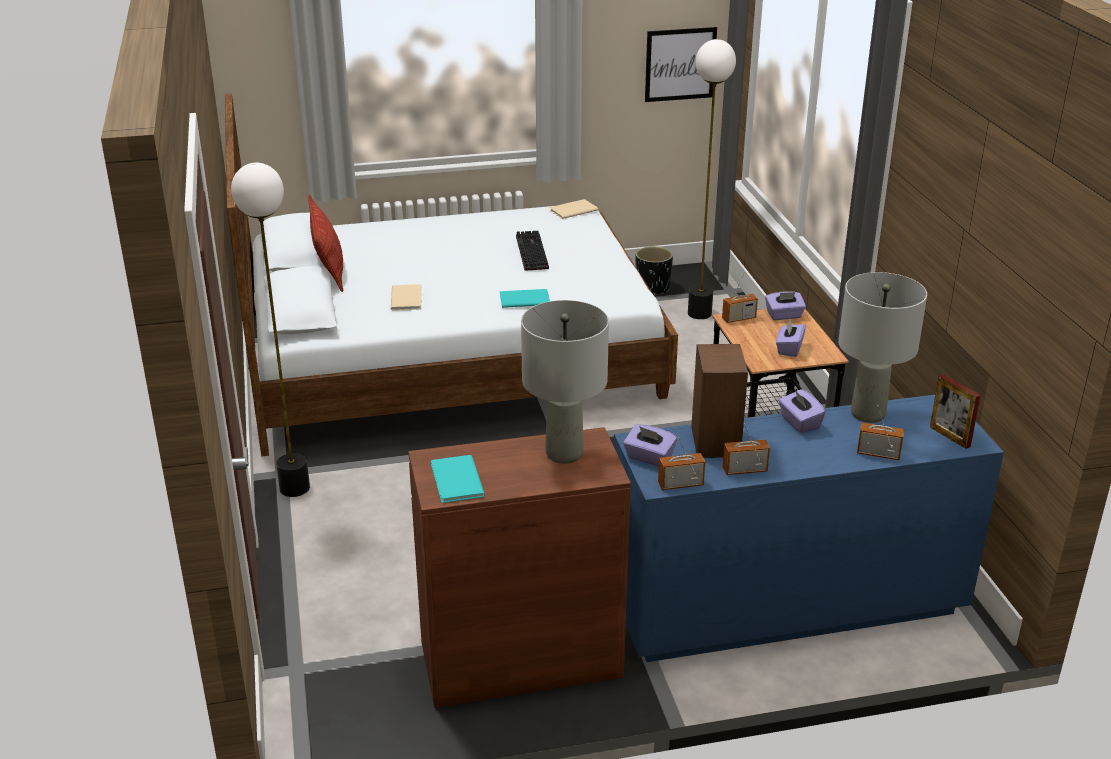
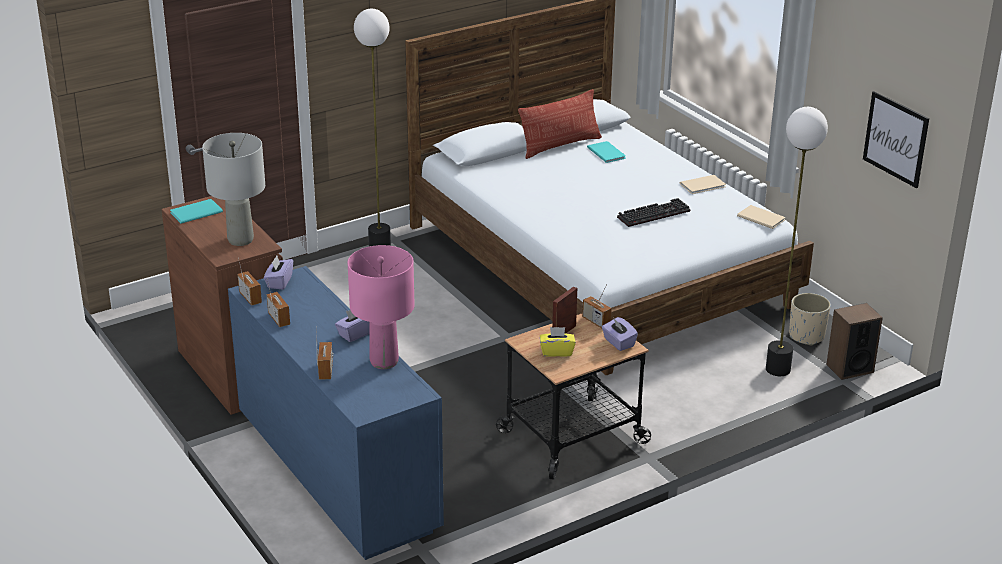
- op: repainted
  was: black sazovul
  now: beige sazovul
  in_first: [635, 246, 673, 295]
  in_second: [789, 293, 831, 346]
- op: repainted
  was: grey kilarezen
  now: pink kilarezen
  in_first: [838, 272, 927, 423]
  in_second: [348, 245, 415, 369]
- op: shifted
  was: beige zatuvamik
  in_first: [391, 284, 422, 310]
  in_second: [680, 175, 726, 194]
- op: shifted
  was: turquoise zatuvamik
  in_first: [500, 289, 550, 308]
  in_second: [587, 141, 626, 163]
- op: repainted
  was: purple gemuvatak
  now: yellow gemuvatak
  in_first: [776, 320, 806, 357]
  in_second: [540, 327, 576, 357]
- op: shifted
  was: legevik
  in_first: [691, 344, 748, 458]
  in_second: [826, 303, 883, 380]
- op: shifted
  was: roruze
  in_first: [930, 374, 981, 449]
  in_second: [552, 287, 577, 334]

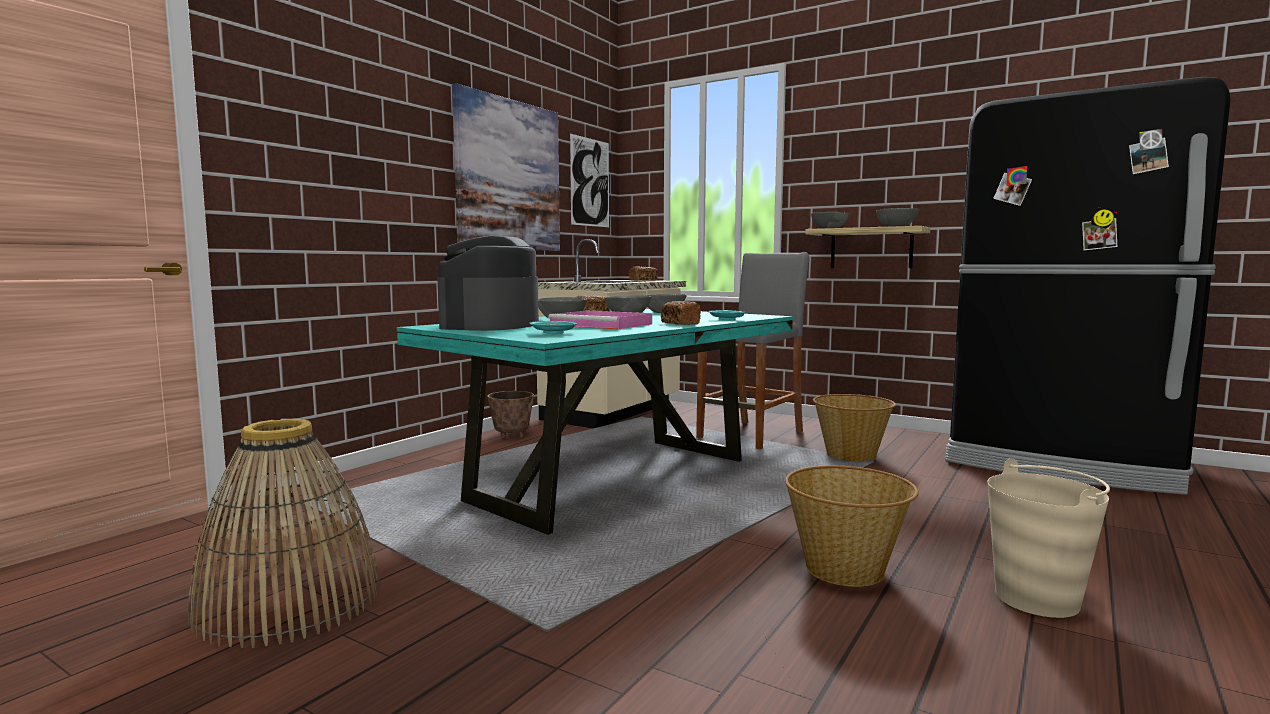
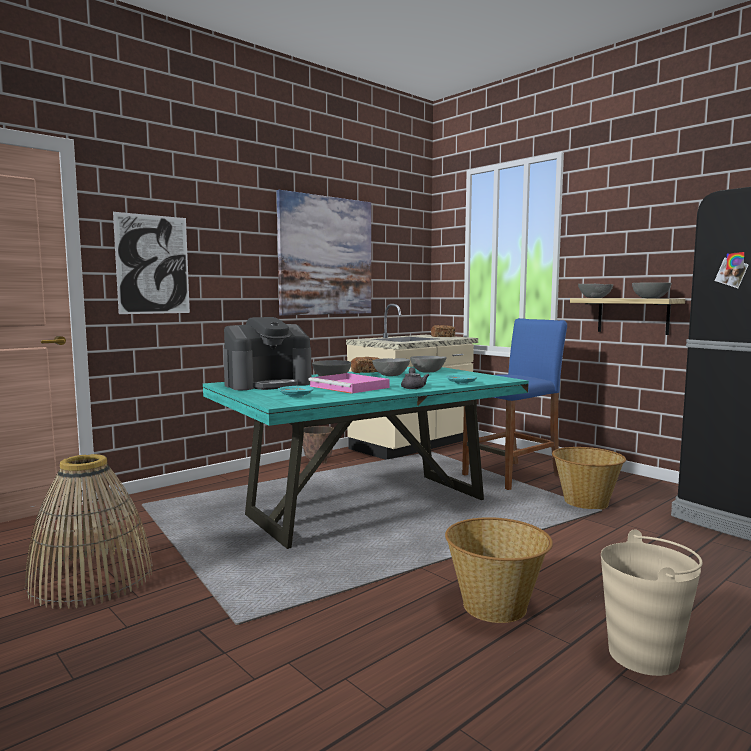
- op: shifted
  was: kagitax
  in_first: [570, 134, 609, 227]
  in_second: [113, 212, 190, 314]
- op: rotated
  was: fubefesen
  in_first: [437, 235, 539, 331]
  in_second: [223, 317, 312, 390]
  clockwise: -150
- op: repainted
  was: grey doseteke
  now: blue doseteke
  in_first: [696, 252, 809, 449]
  in_second: [462, 318, 567, 490]
- op: swapped
  was: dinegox
  now: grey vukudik
  in_first: [661, 301, 701, 325]
  in_second: [401, 367, 429, 389]

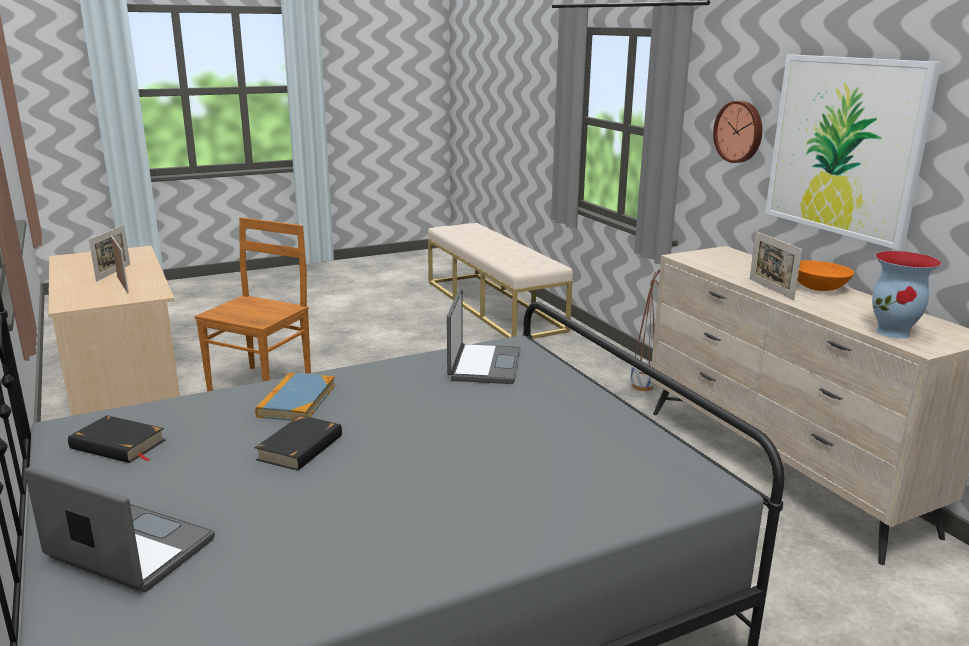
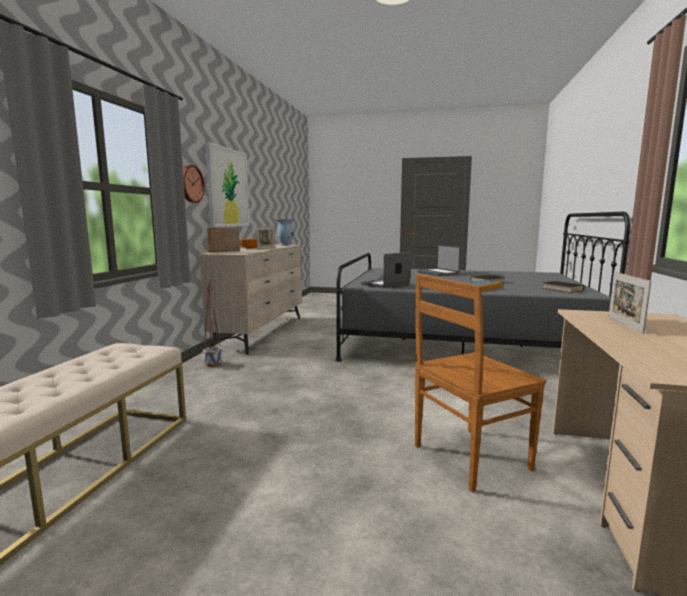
- op: shifted
  was: roruze
  in_first: [89, 225, 130, 282]
  in_second: [207, 227, 240, 253]
- op: shifted
  was: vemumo
  in_first: [25, 467, 215, 592]
  in_second: [418, 245, 461, 276]

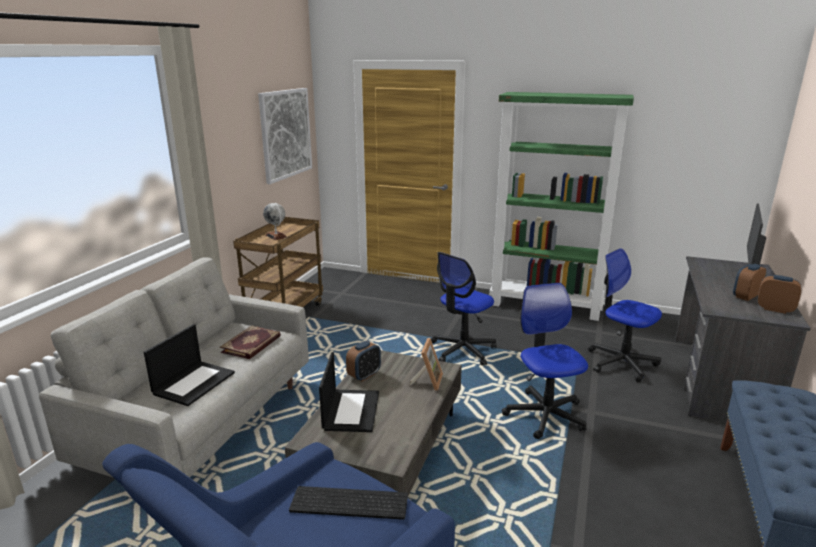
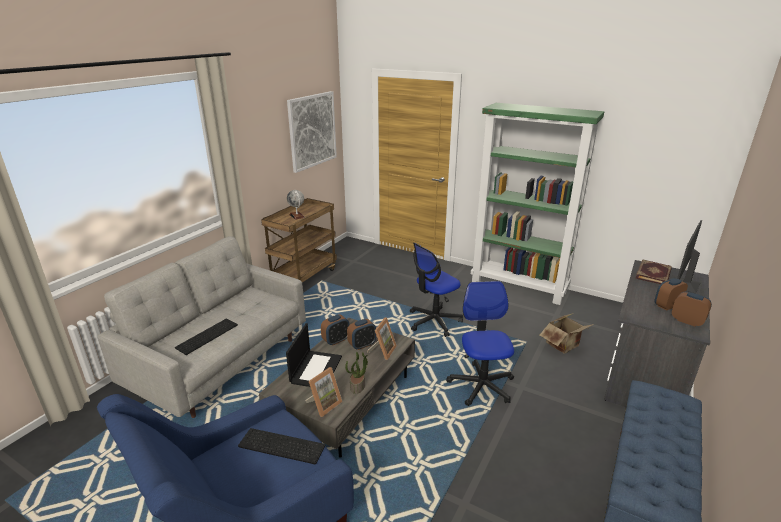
- op: swapped
  was: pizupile
  now: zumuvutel
  in_first: [588, 248, 662, 382]
  in_second: [540, 313, 594, 354]
- op: swapped
  was: vemumo
  now: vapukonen
  in_first: [144, 324, 235, 406]
  in_second: [175, 319, 238, 355]
- op: shifted
  was: zatuvamik
  in_first: [220, 326, 281, 359]
  in_second: [635, 259, 672, 284]
- op: new
  now: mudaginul
  in_second: [347, 319, 376, 350]
- op: new
  now: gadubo
  in_second: [345, 352, 369, 394]
- op: new
  now: roruze
  in_second: [305, 367, 342, 417]

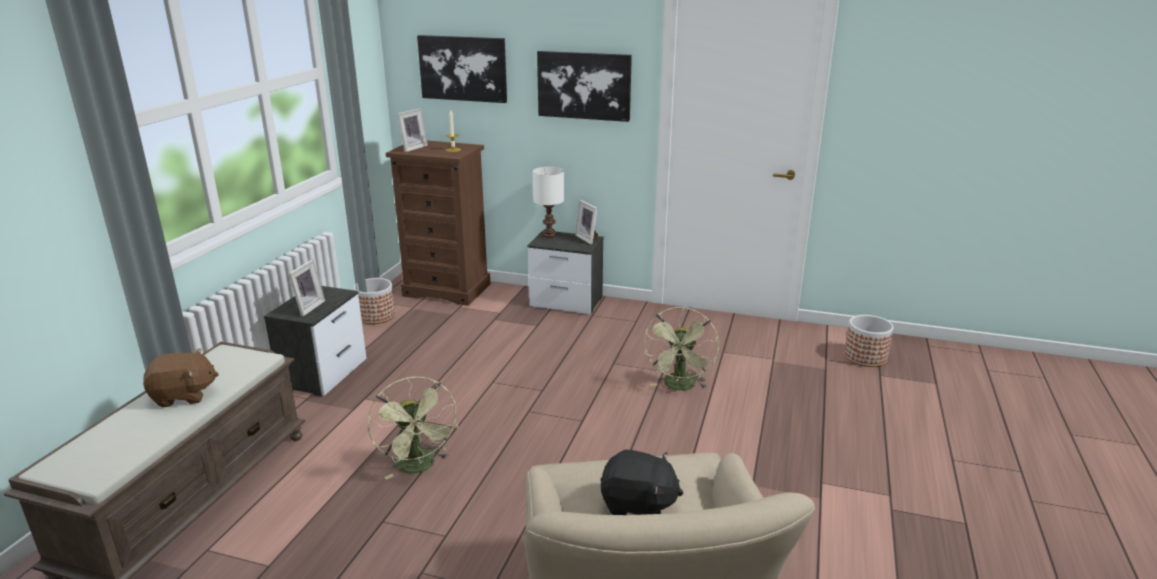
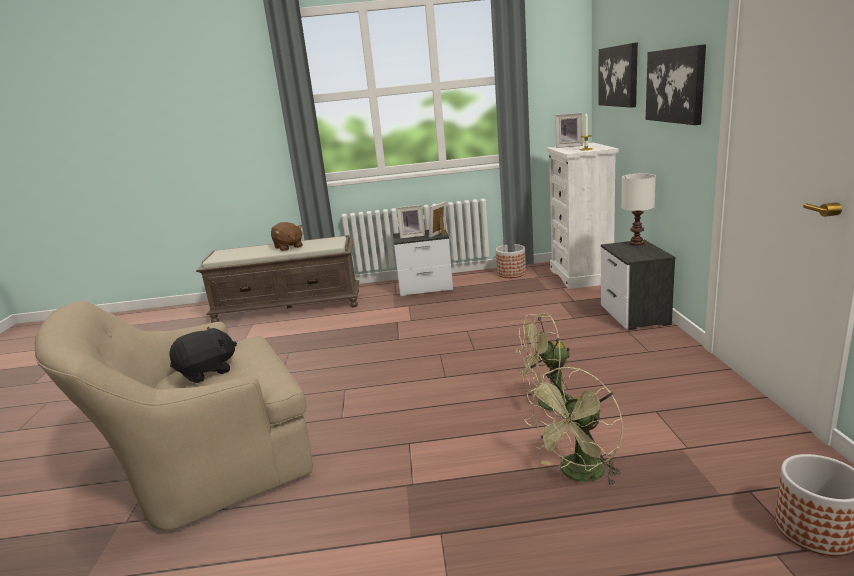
- op: repainted
  was: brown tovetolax
  now: white tovetolax
  in_first: [386, 141, 490, 306]
  in_second: [546, 142, 619, 289]
- op: shifted
  was: roruze
  in_first: [575, 200, 598, 244]
  in_second: [429, 202, 446, 238]
- op: shifted
  was: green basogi
  in_first: [368, 377, 458, 480]
  in_second: [524, 367, 623, 486]
- op: rotated
  was: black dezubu
  in_first: [601, 450, 683, 515]
  in_second: [169, 327, 237, 383]
  clockwise: -120

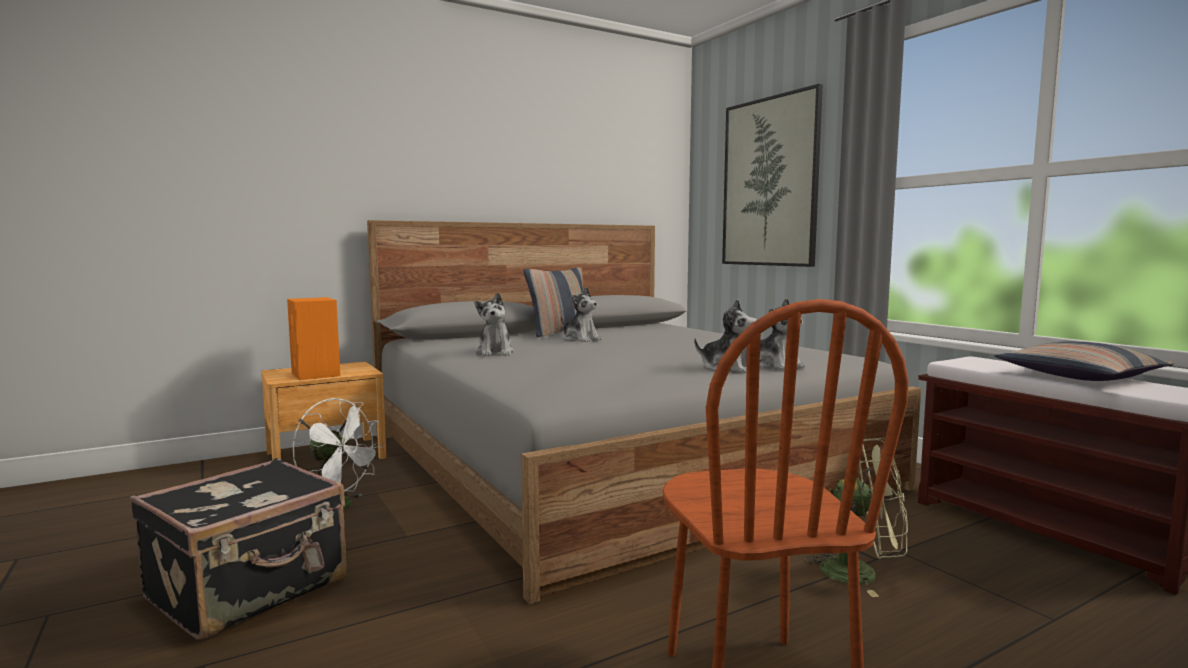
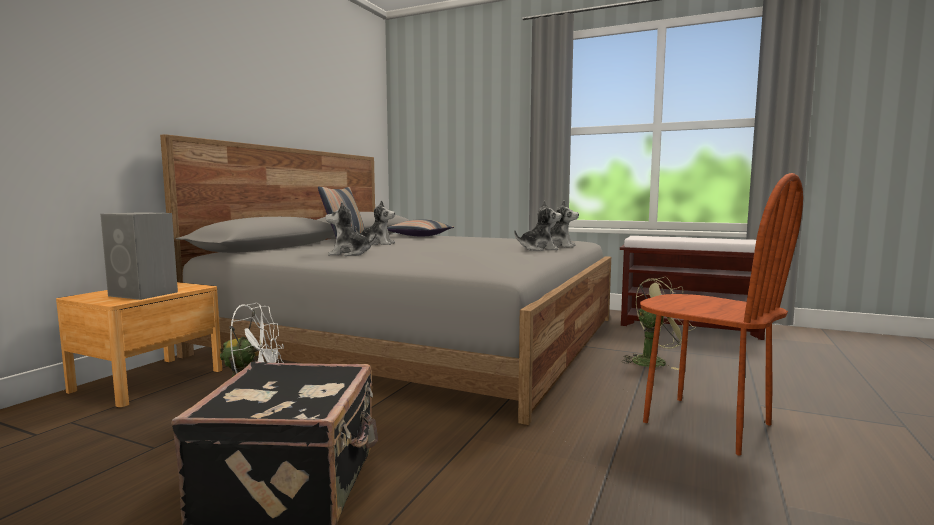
- op: gone
  was: kagitax
  in_first: [722, 84, 823, 267]
- op: rotated
  was: dezubu
  in_first: [475, 293, 514, 356]
  in_second: [325, 202, 377, 256]
  clockwise: 135
- op: repainted
  was: orange legevik
  now: grey legevik
  in_first: [287, 297, 340, 380]
  in_second: [100, 212, 178, 300]
- op: shifted
  was: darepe
  in_first: [994, 341, 1173, 381]
  in_second: [387, 219, 454, 237]

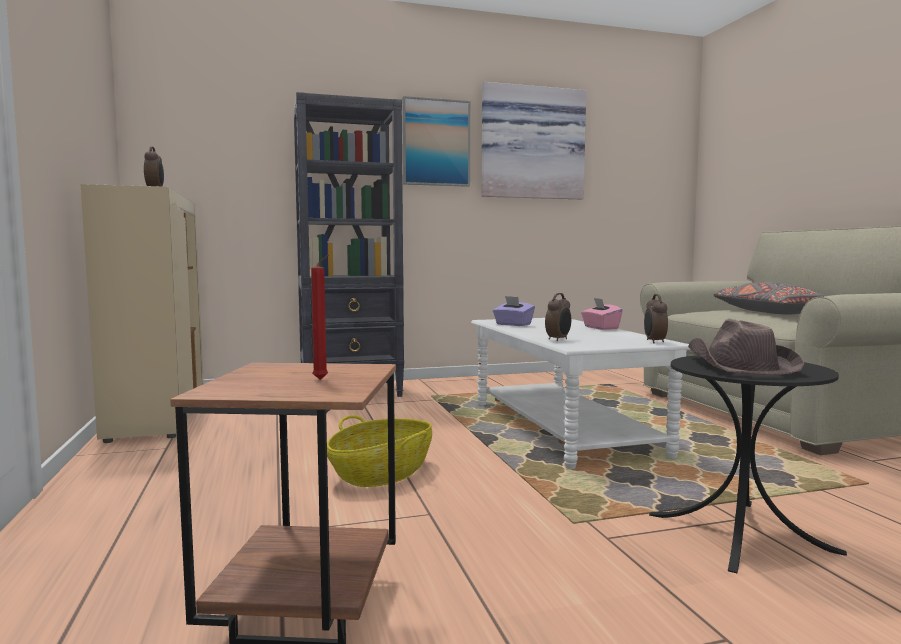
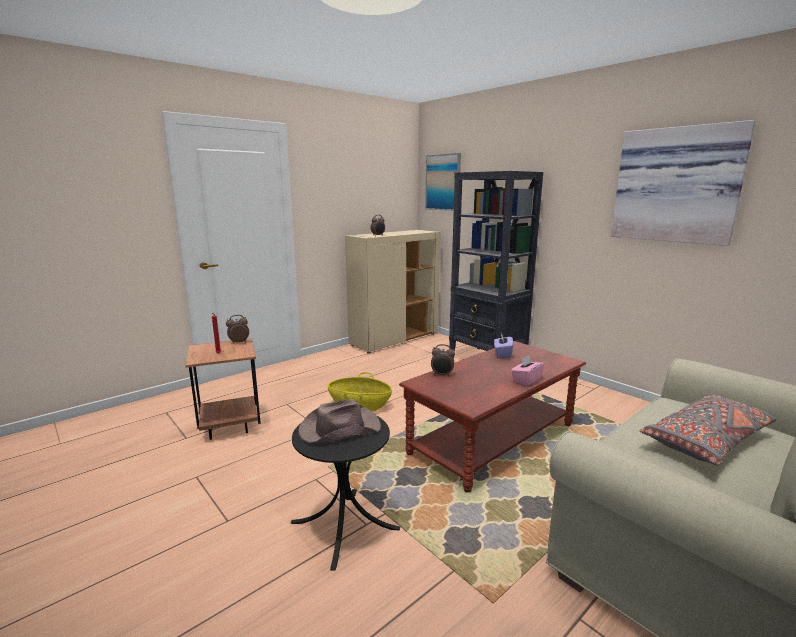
- op: shifted
  was: kagitax
  in_first: [402, 96, 470, 187]
  in_second: [425, 153, 461, 211]
- op: shifted
  was: mudaginul
  in_first: [644, 294, 668, 343]
  in_second: [226, 315, 249, 344]
- op: repainted
  was: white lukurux
  now: brown lukurux
  in_first: [471, 318, 691, 469]
  in_second: [399, 341, 586, 493]

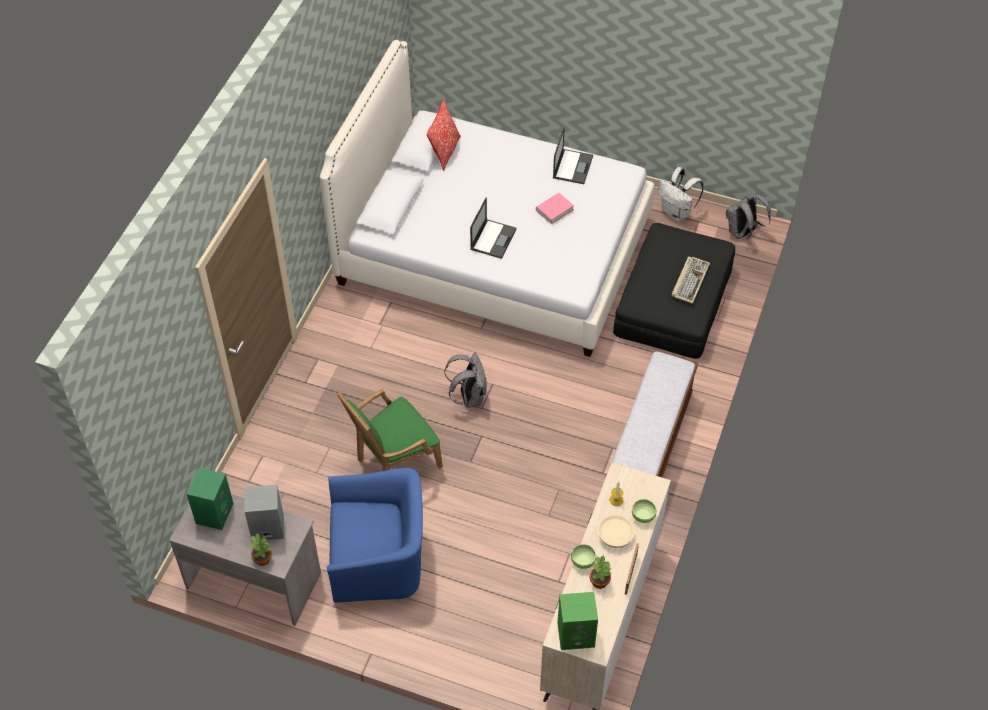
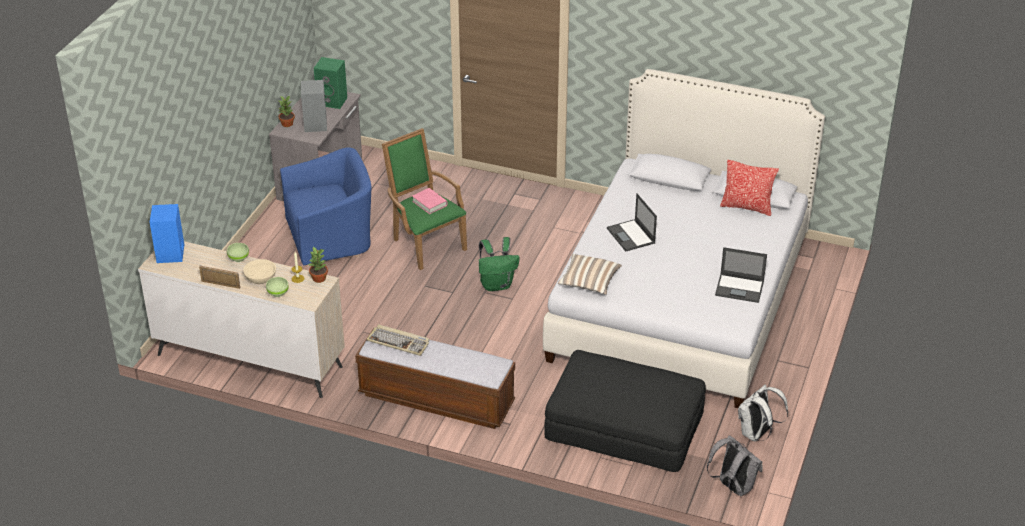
- op: shifted
  was: pink zatuvamik
  in_first: [536, 193, 574, 224]
  in_second: [412, 188, 448, 214]
- op: rotated
  was: vemumo
  in_first: [470, 197, 517, 259]
  in_second: [607, 193, 657, 252]
  clockwise: 45
- op: shifted
  was: vapukonen
  in_first: [672, 256, 710, 304]
  in_second: [366, 324, 429, 356]
- op: repainted
  was: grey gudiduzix
  now: green gudiduzix
  in_first: [444, 353, 487, 408]
  in_second: [479, 237, 520, 291]
- op: rotated
  was: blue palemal
  in_first: [327, 468, 423, 603]
  in_second: [280, 147, 372, 267]
  clockwise: -105
- op: shifted
  was: gadubo
  in_first: [590, 555, 611, 589]
  in_second: [309, 247, 328, 283]
- op: repainted
  was: green legevik
  now: blue legevik
  in_first: [557, 592, 598, 650]
  in_second: [150, 204, 184, 263]
- op: new
  now: darepe
  in_second: [558, 254, 622, 295]

